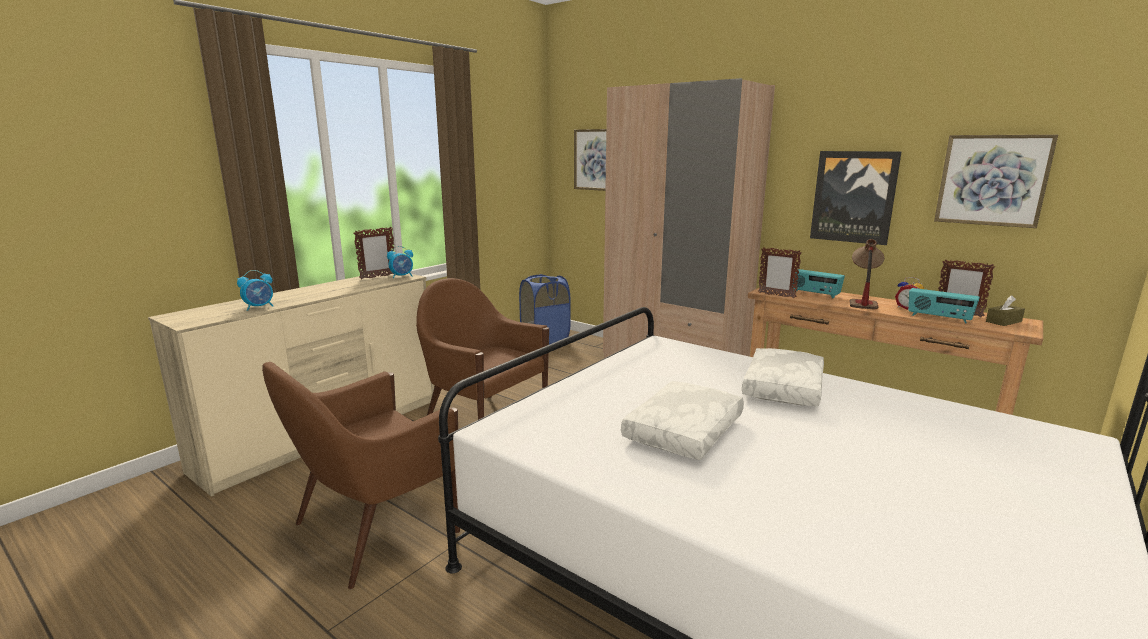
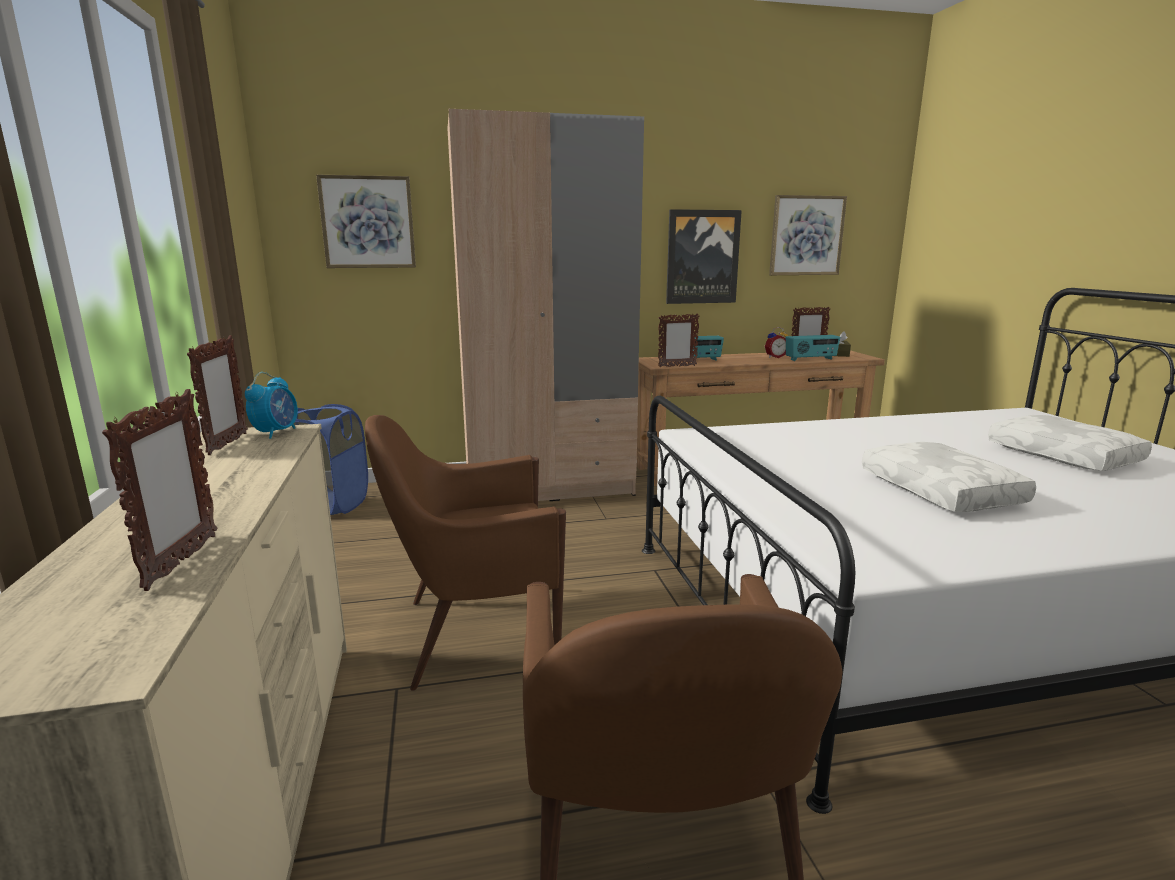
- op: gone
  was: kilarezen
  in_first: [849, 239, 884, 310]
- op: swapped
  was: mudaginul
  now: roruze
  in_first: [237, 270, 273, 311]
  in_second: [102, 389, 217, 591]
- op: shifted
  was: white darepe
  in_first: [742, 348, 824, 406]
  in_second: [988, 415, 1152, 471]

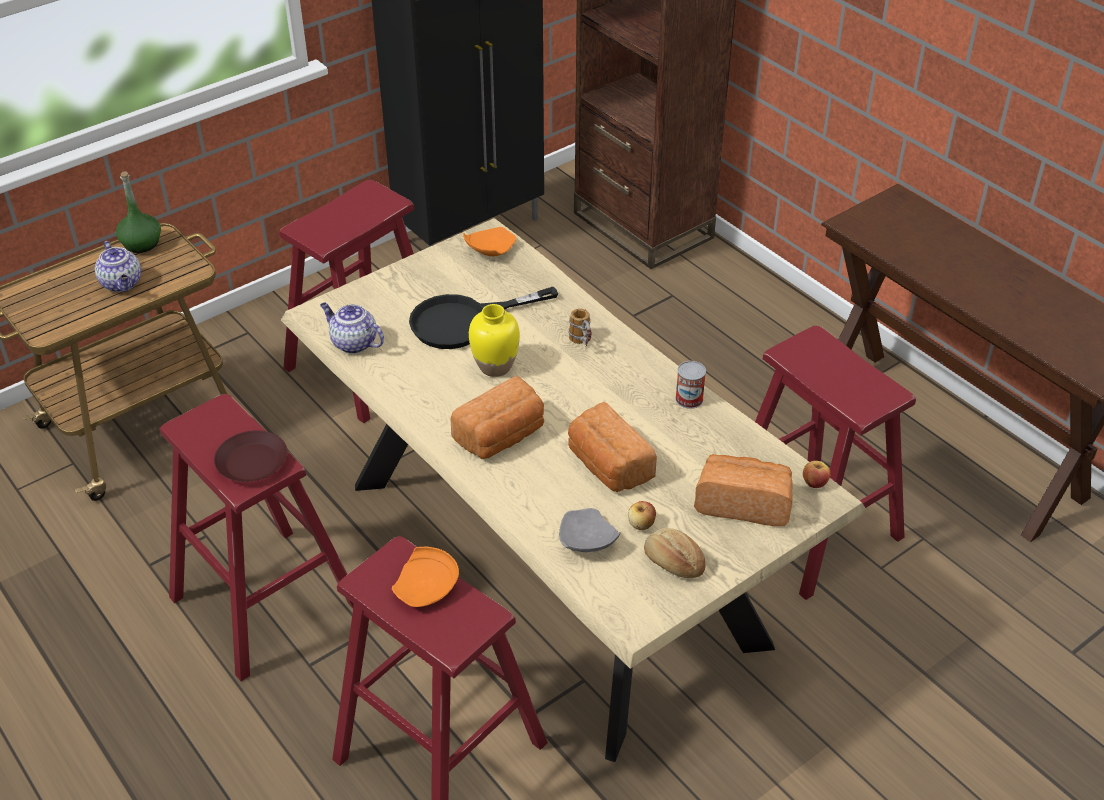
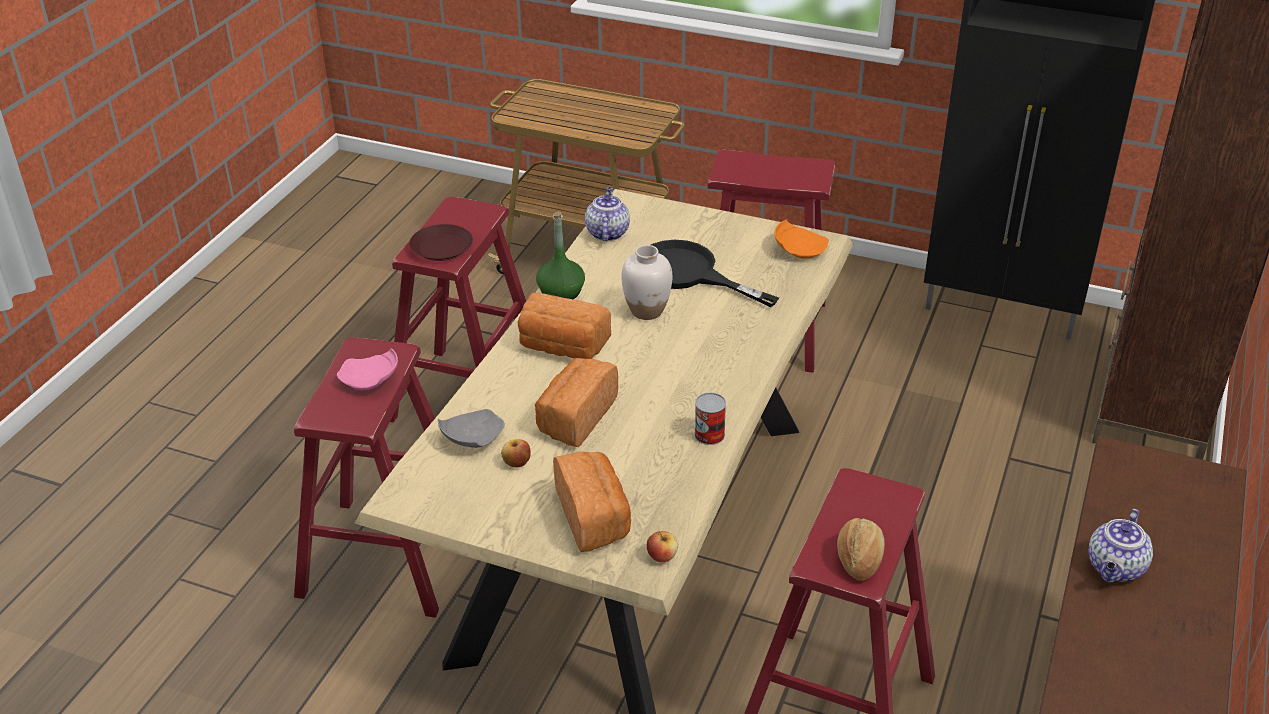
- op: shifted
  was: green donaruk
  in_first: [116, 171, 161, 253]
  in_second: [536, 211, 585, 299]
- op: shifted
  was: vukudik
  in_first: [95, 241, 141, 292]
  in_second: [1089, 509, 1153, 582]
- op: repainted
  was: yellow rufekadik
  now: white rufekadik
  in_first: [469, 304, 520, 377]
  in_second: [621, 245, 672, 320]
- op: gone
  was: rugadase
  in_first: [568, 309, 592, 346]
- op: shifted
  was: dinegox
  in_first: [644, 528, 706, 578]
  in_second: [837, 518, 885, 581]
- op: repainted
  was: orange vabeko
  now: pink vabeko
  in_first: [392, 547, 459, 607]
  in_second: [337, 348, 398, 390]

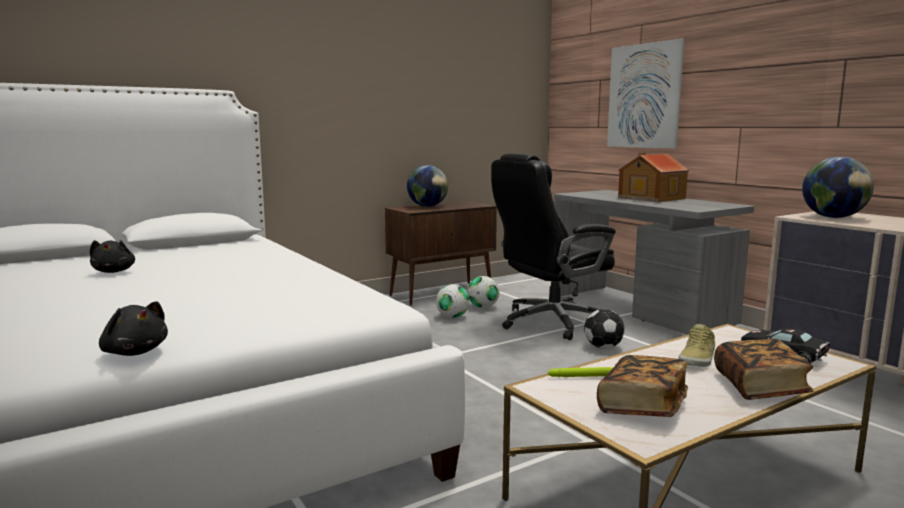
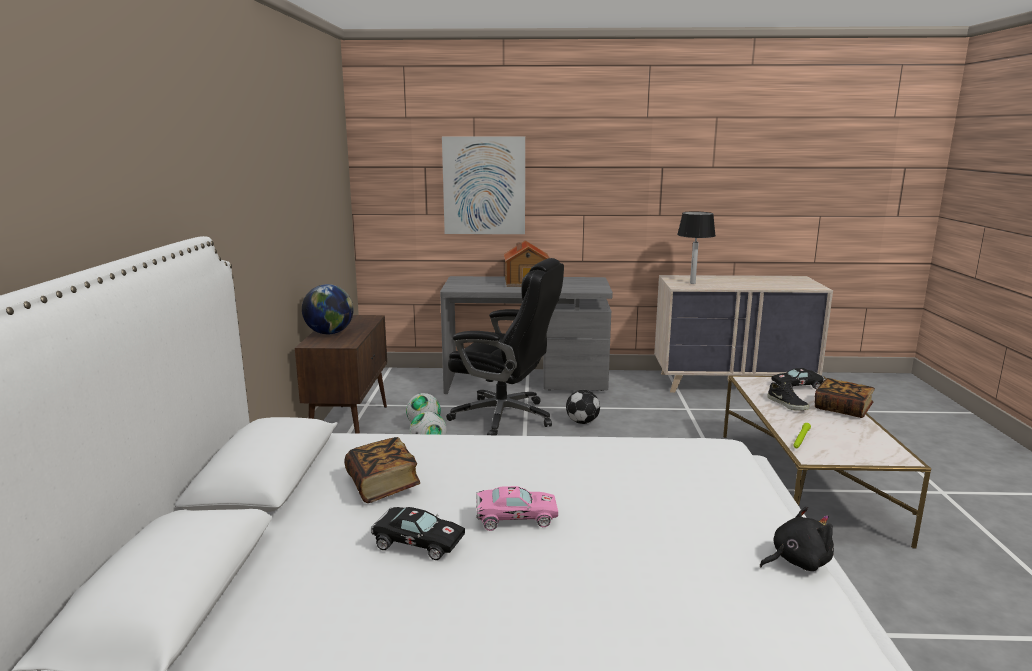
- op: rotated
  was: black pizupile
  in_first: [491, 153, 616, 340]
  in_second: [446, 258, 564, 435]
  clockwise: -75
- op: swapped
  was: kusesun
  now: kilarezen
  in_first: [802, 157, 874, 218]
  in_second: [677, 211, 716, 284]
- op: swapped
  was: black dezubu
  now: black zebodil
  in_first: [90, 240, 135, 273]
  in_second: [371, 507, 465, 560]
- op: repainted
  was: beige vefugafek
  now: black vefugafek
  in_first: [678, 324, 715, 367]
  in_second: [767, 382, 810, 411]
- op: shifted
  was: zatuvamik
  in_first: [597, 355, 688, 417]
  in_second: [345, 437, 420, 503]
- op: new
  now: pink zebodil
  in_second: [476, 486, 558, 531]

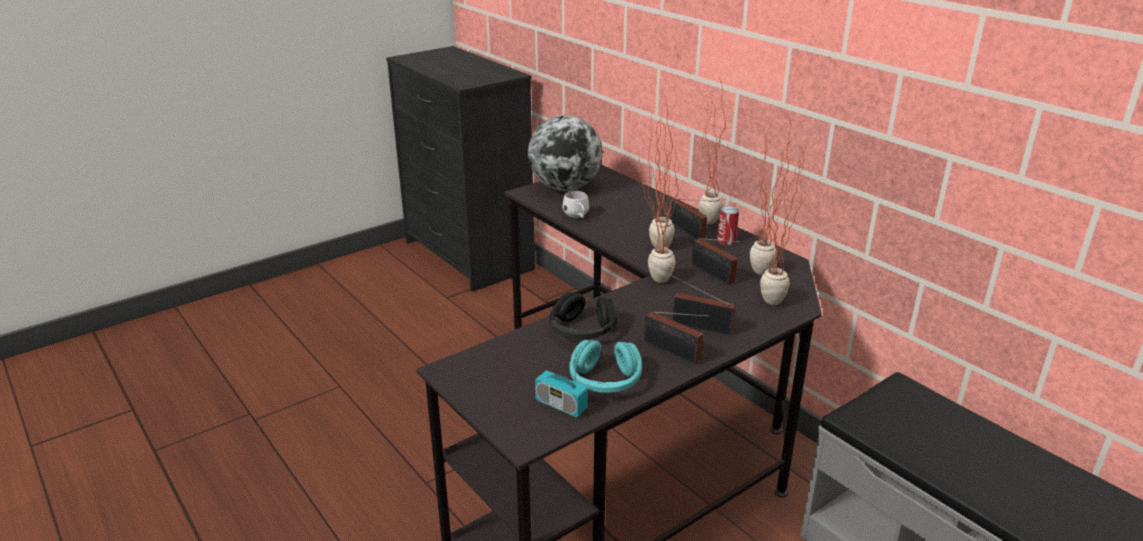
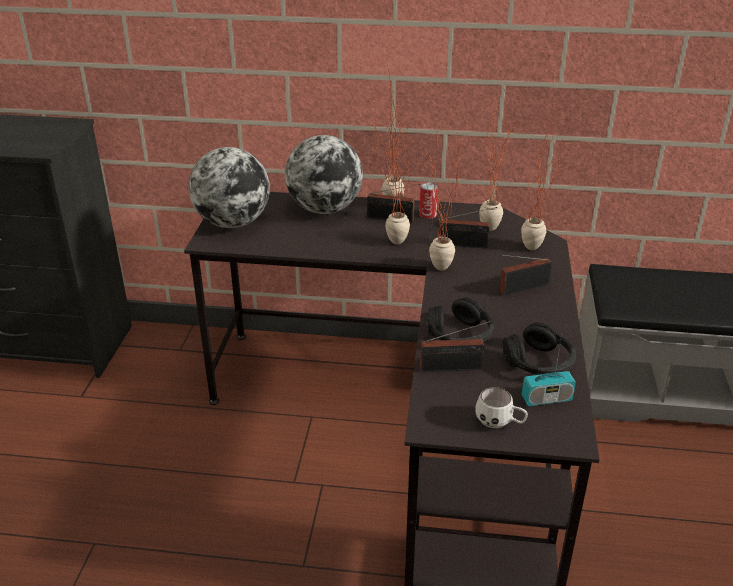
- op: shifted
  was: white rugadase
  in_first: [562, 191, 589, 218]
  in_second: [475, 387, 528, 428]
- op: shifted
  was: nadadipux
  in_first: [644, 312, 710, 365]
  in_second: [420, 321, 492, 372]
- op: repainted
  was: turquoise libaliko
  now: black libaliko
  in_first: [569, 340, 642, 393]
  in_second: [503, 322, 576, 375]
- op: new
  now: kusesun
  in_second: [285, 135, 363, 214]

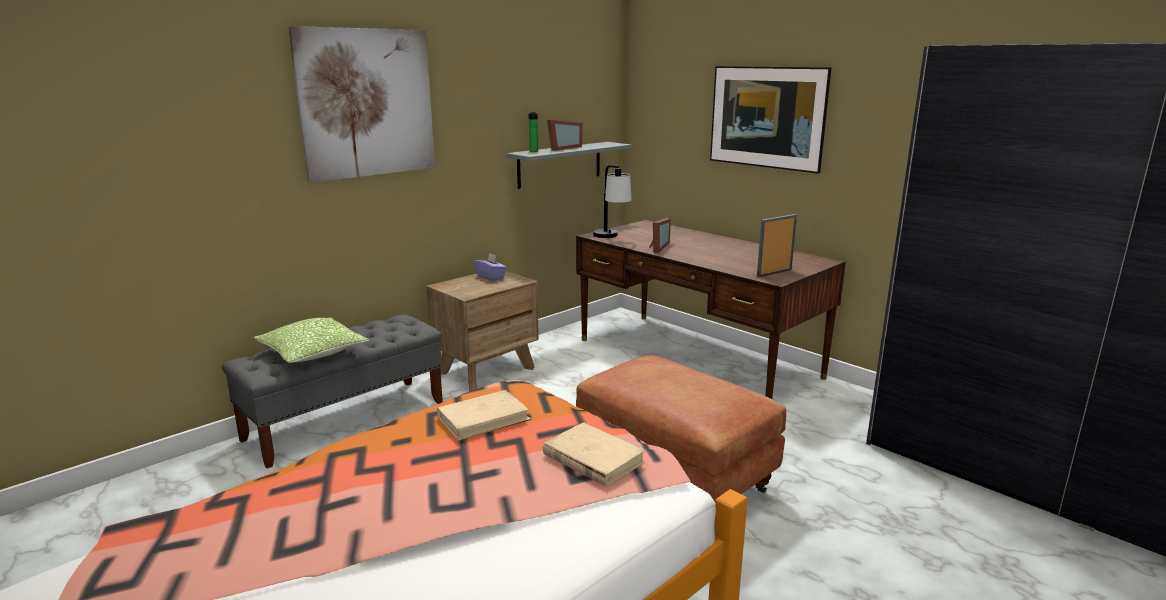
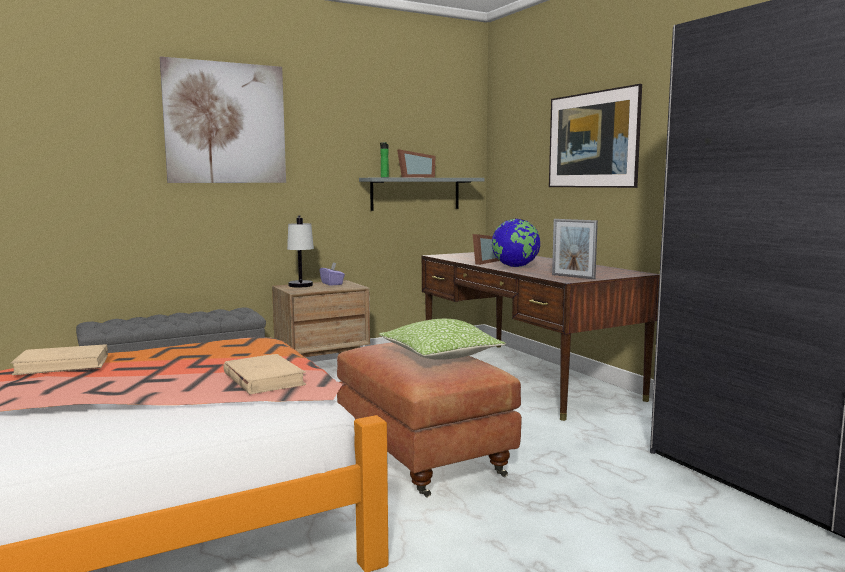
- op: shifted
  was: kilarezen
  in_first: [593, 165, 632, 238]
  in_second: [287, 215, 314, 287]
- op: rotated
  was: roruze
  in_first: [757, 214, 797, 277]
  in_second: [552, 219, 598, 279]
  clockwise: -120
- op: shifted
  was: darepe
  in_first: [254, 317, 369, 363]
  in_second: [379, 319, 506, 360]
- op: shifted
  was: beige zatuvamik
  in_first: [437, 390, 531, 441]
  in_second: [11, 344, 108, 375]
- op: new
  now: kusesun
  in_second: [492, 219, 540, 267]

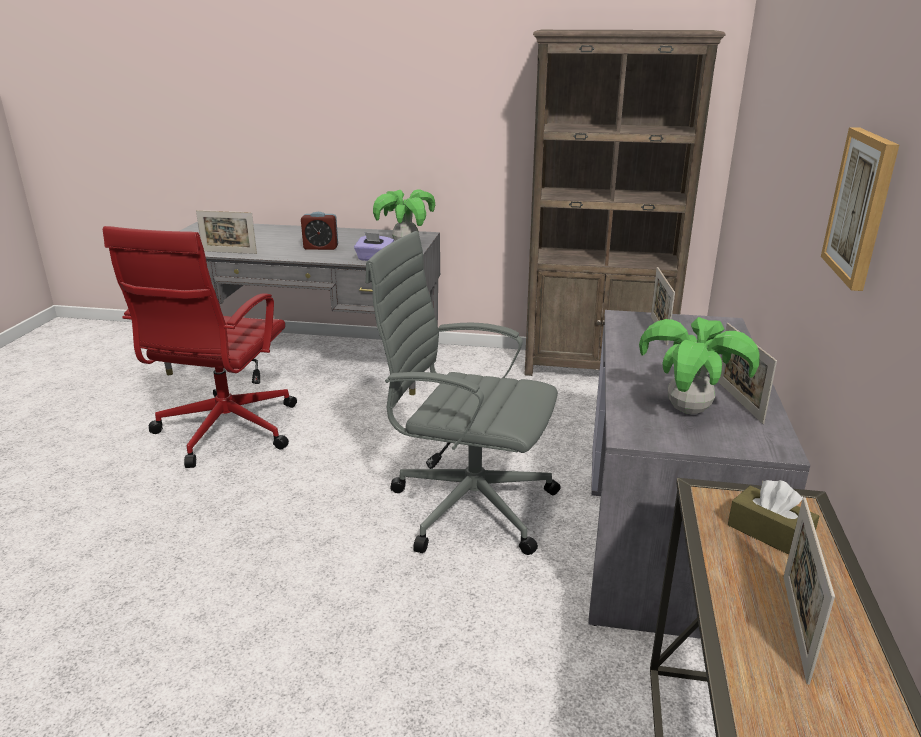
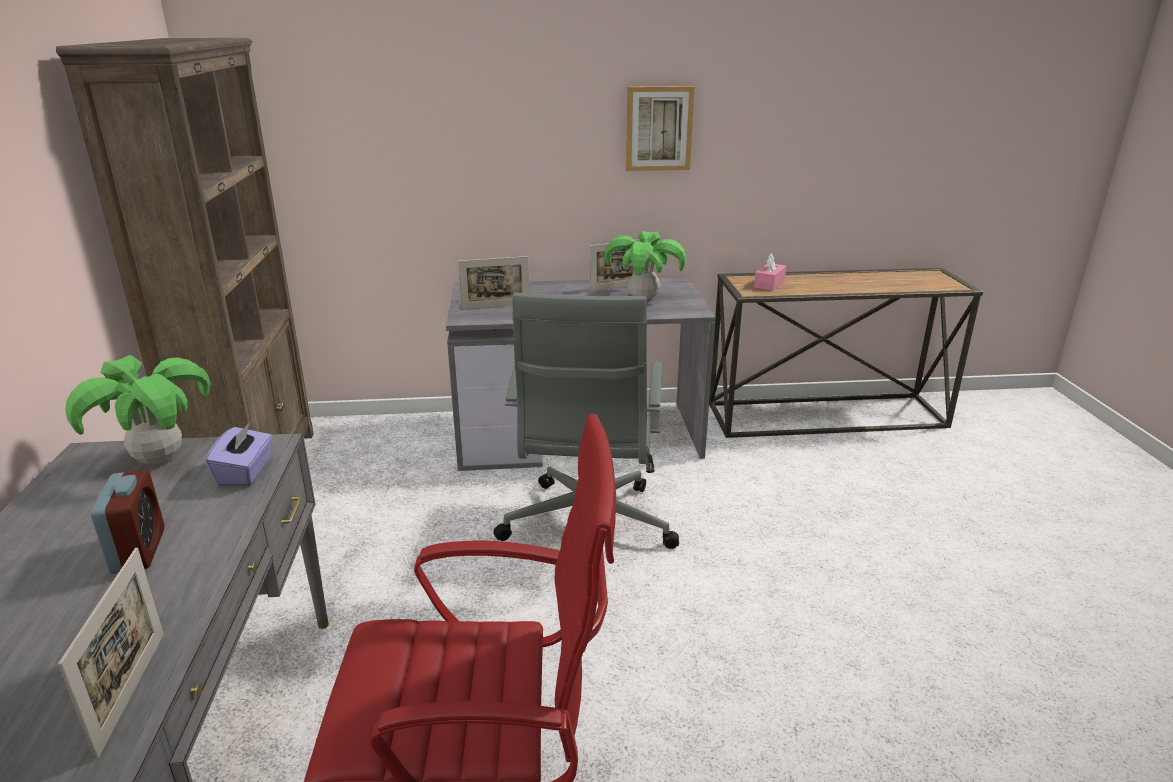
- op: repainted
  was: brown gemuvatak
  now: pink gemuvatak
  in_first: [728, 480, 819, 555]
  in_second: [754, 253, 786, 291]
- op: gone
  was: roruze
  in_first: [784, 497, 835, 685]

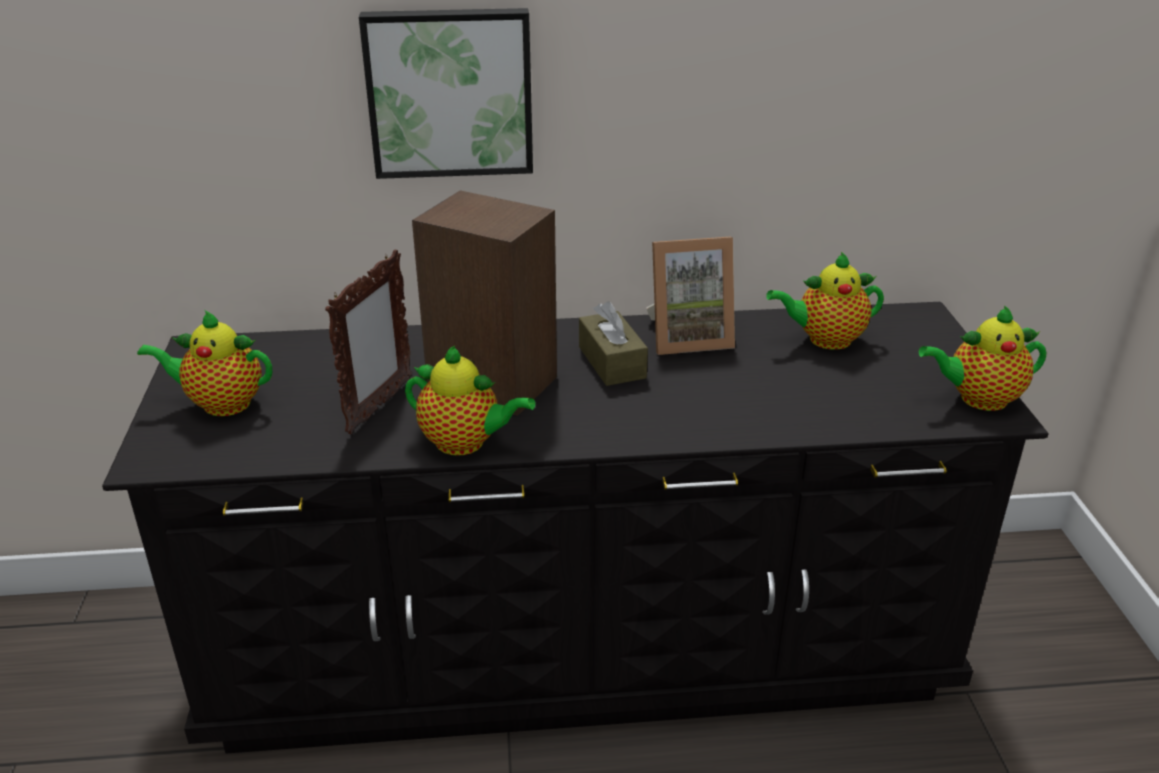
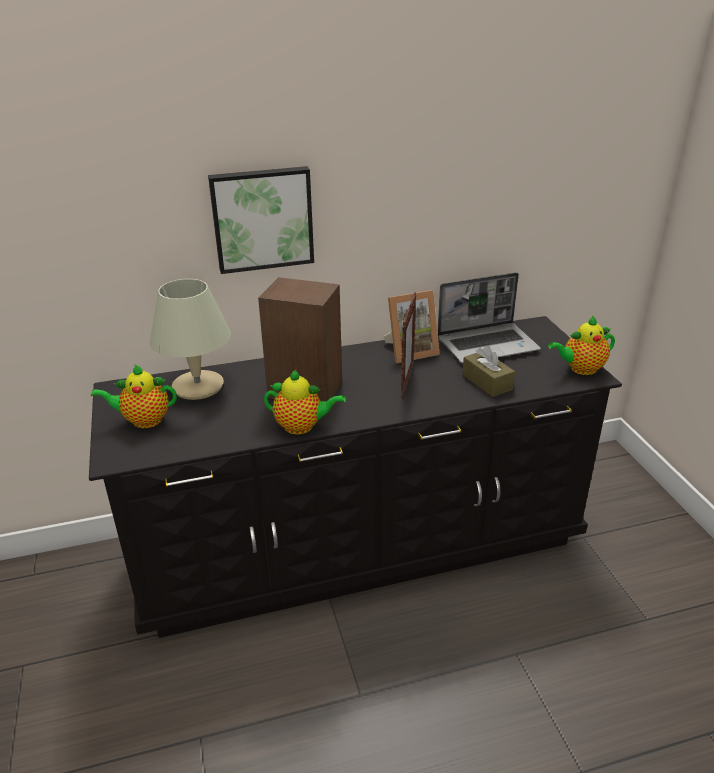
- op: shifted
  was: roruze
  in_first: [325, 249, 412, 434]
  in_second: [401, 292, 416, 399]
- op: swapped
  was: vukudik
  now: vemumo
  in_first: [766, 252, 884, 350]
  in_second: [437, 272, 541, 364]
- op: shifted
  was: brown gemuvatak
  in_first: [579, 301, 648, 386]
  in_second: [462, 346, 515, 397]
- op: new
  now: beige kilarezen
  in_second: [150, 279, 231, 400]

